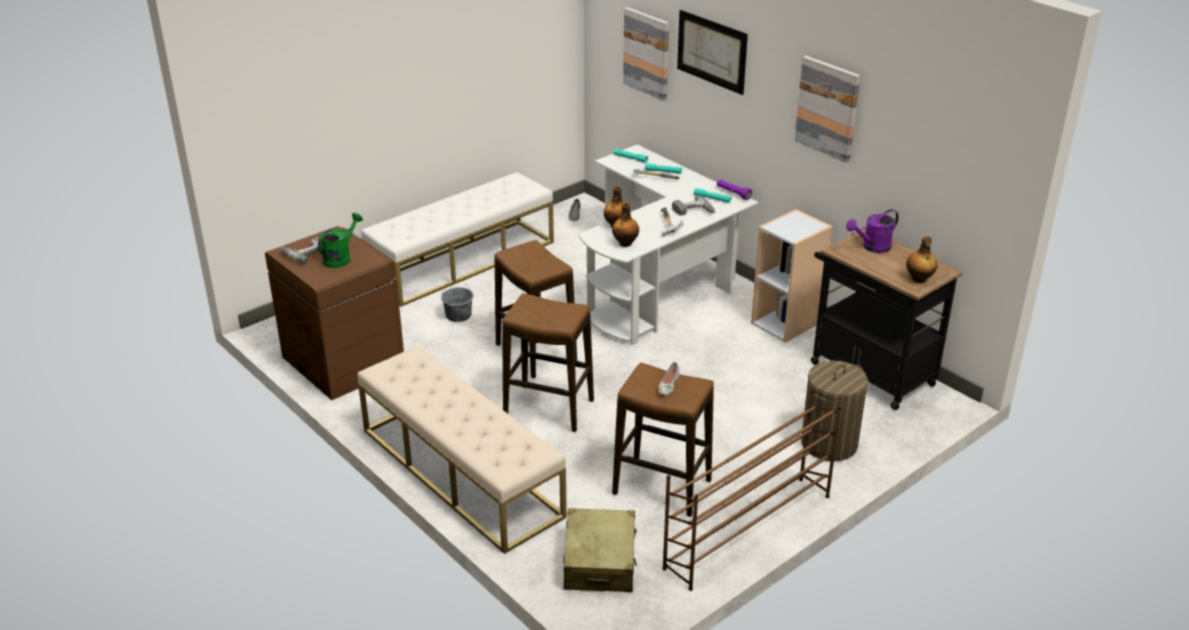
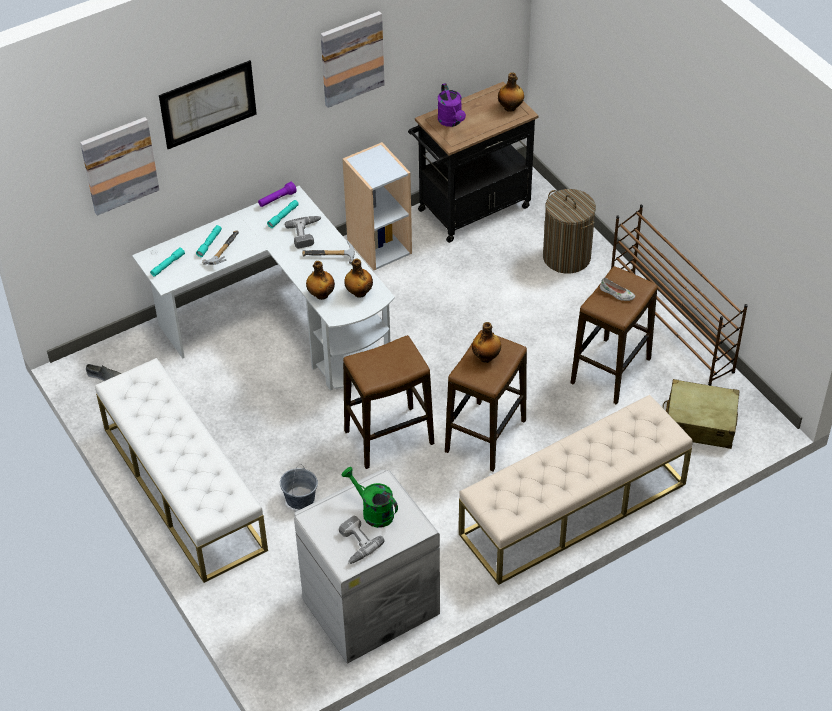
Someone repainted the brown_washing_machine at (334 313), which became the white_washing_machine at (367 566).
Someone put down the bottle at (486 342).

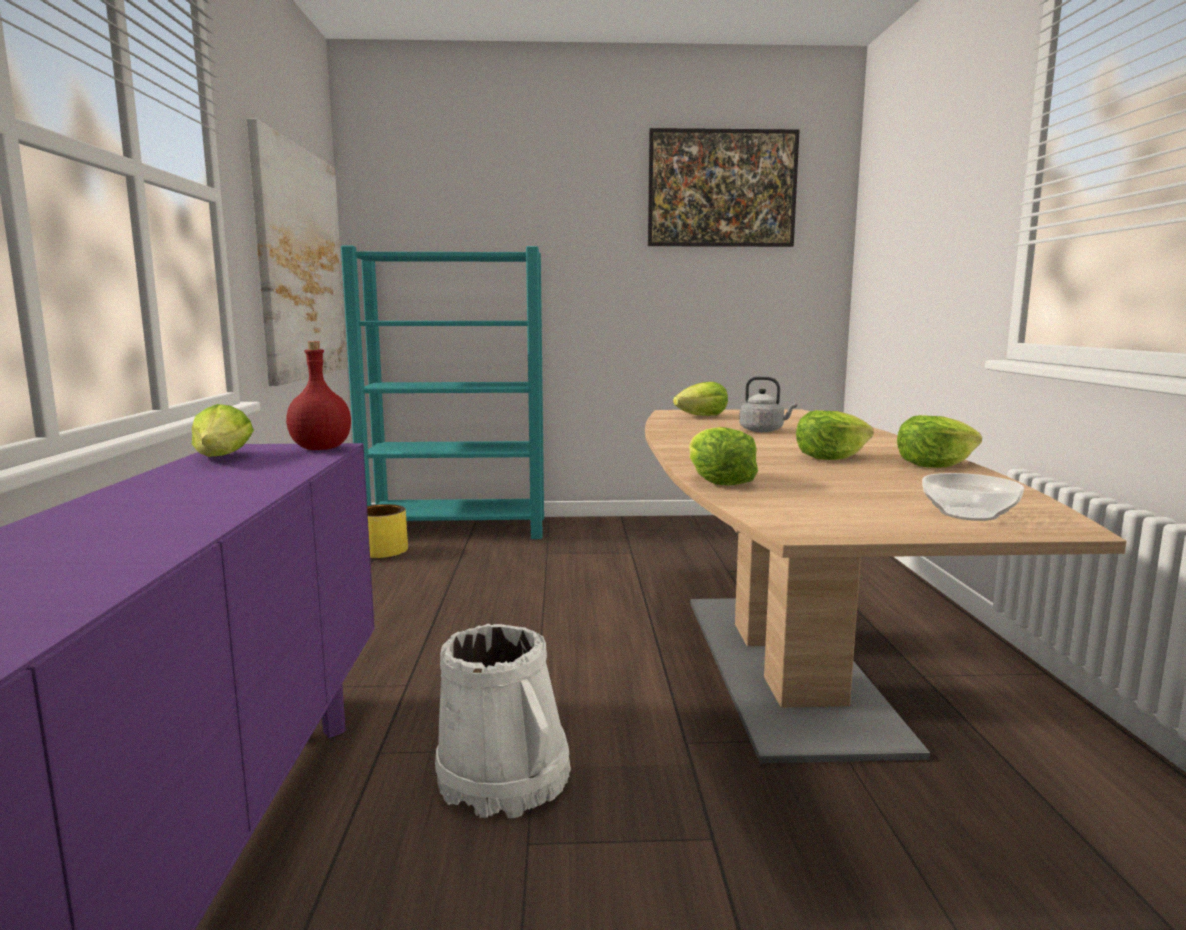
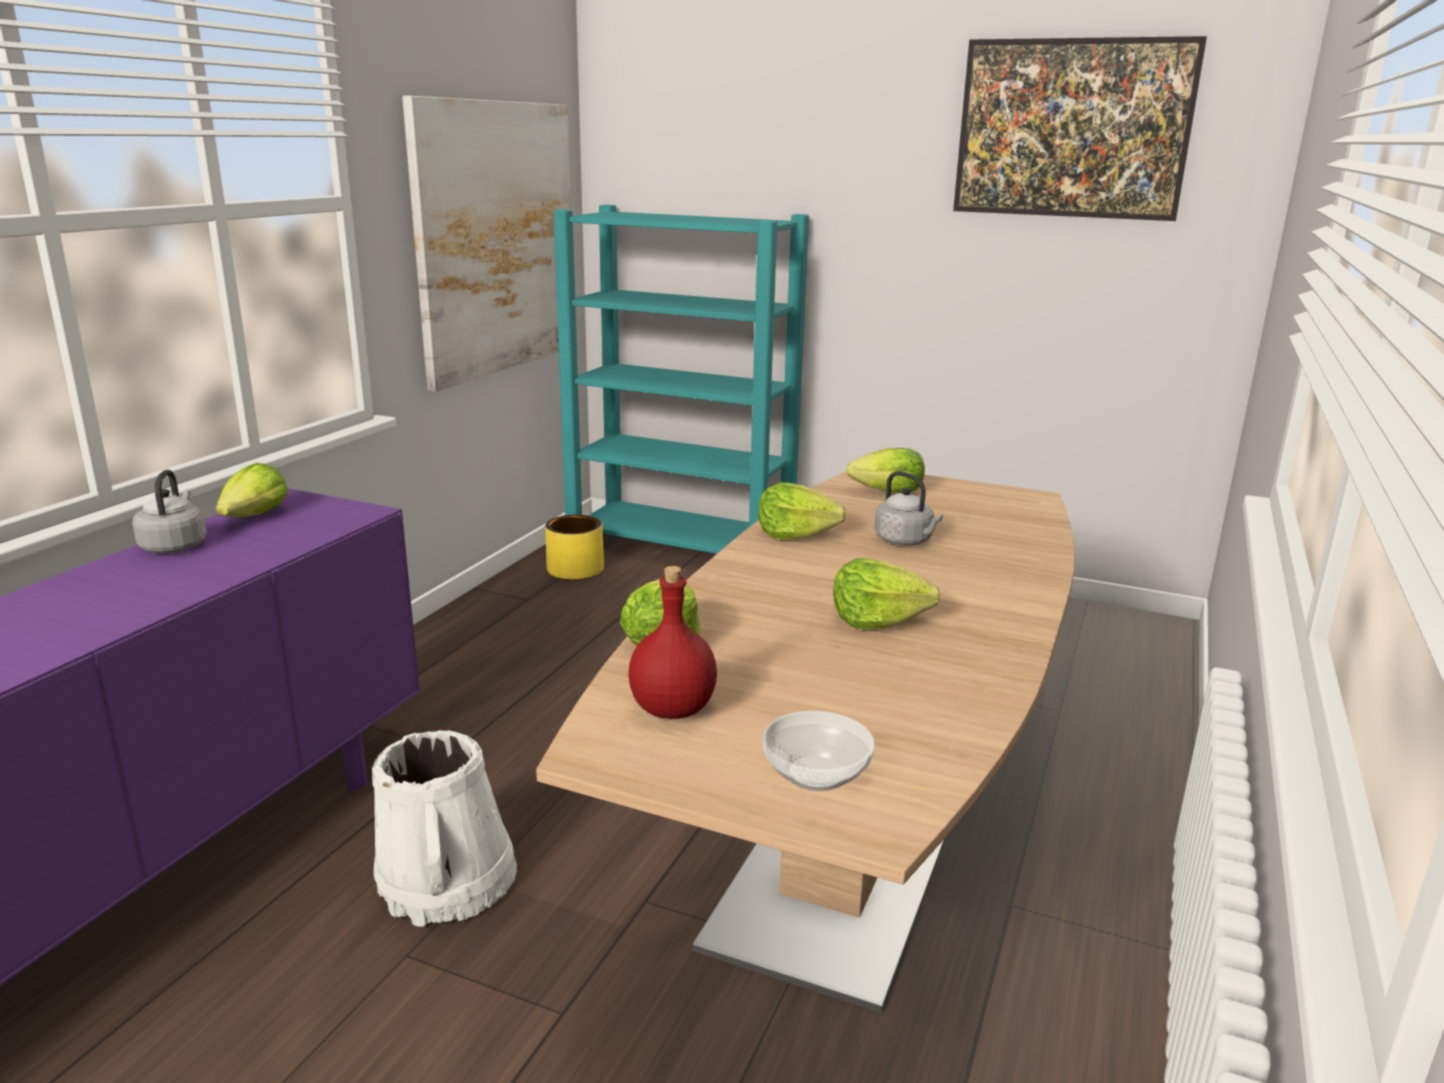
Someone put down the grey_kettle at (169 511).
Someone carried the red_bottle from (318 395) to (672 642).
Someone carried the lettuce from (939 441) to (802 510).

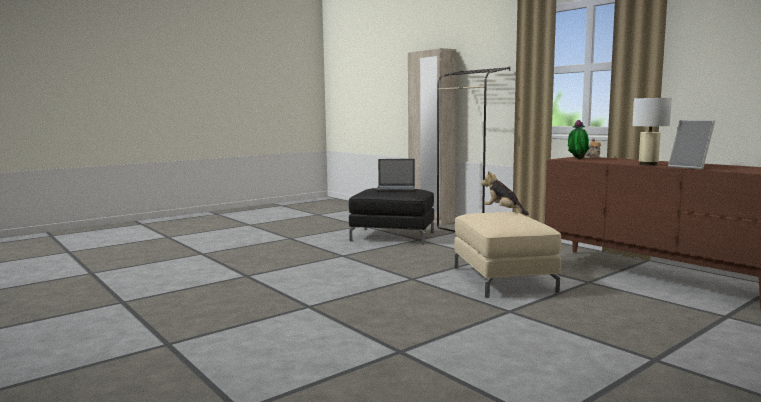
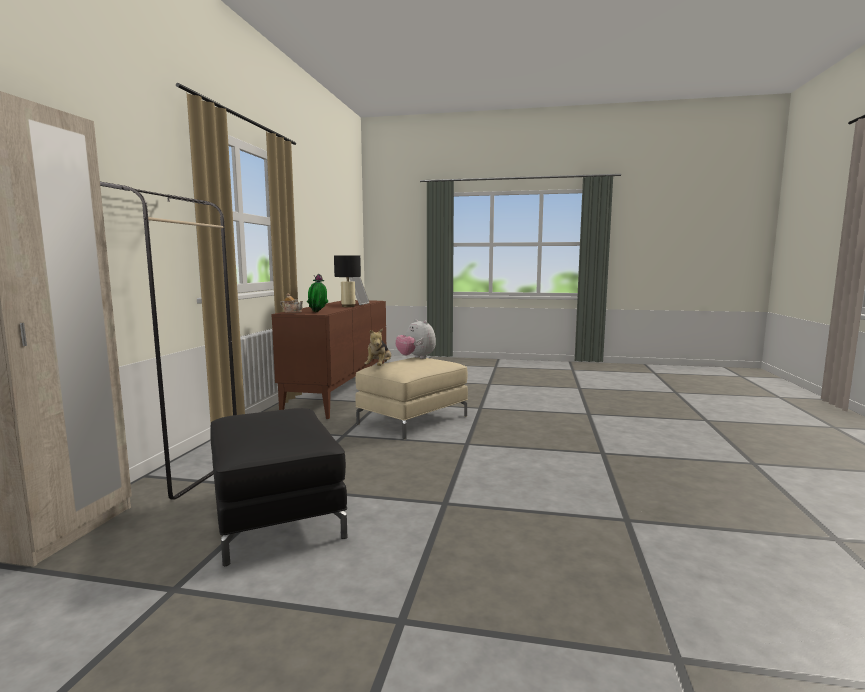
Someone repainted the white_table_lamp at (652 132), which became the black_table_lamp at (347 281).
Someone put down the plush_toy at (415 339).
Someone took away the laptop at (395 175).

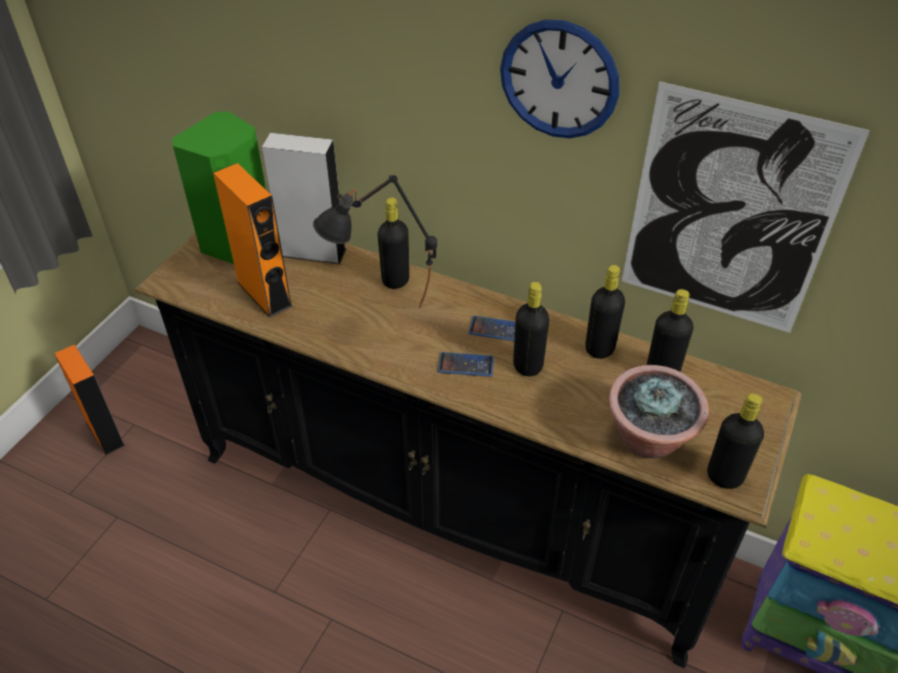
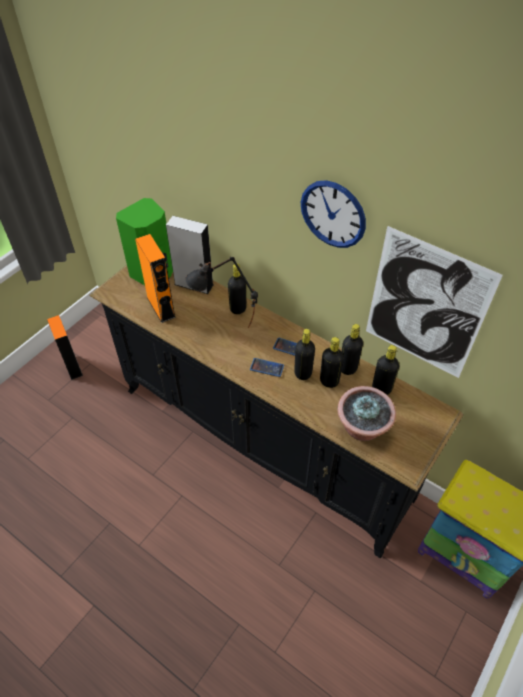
Someone carried the black_bottle from (735 441) to (332 362).

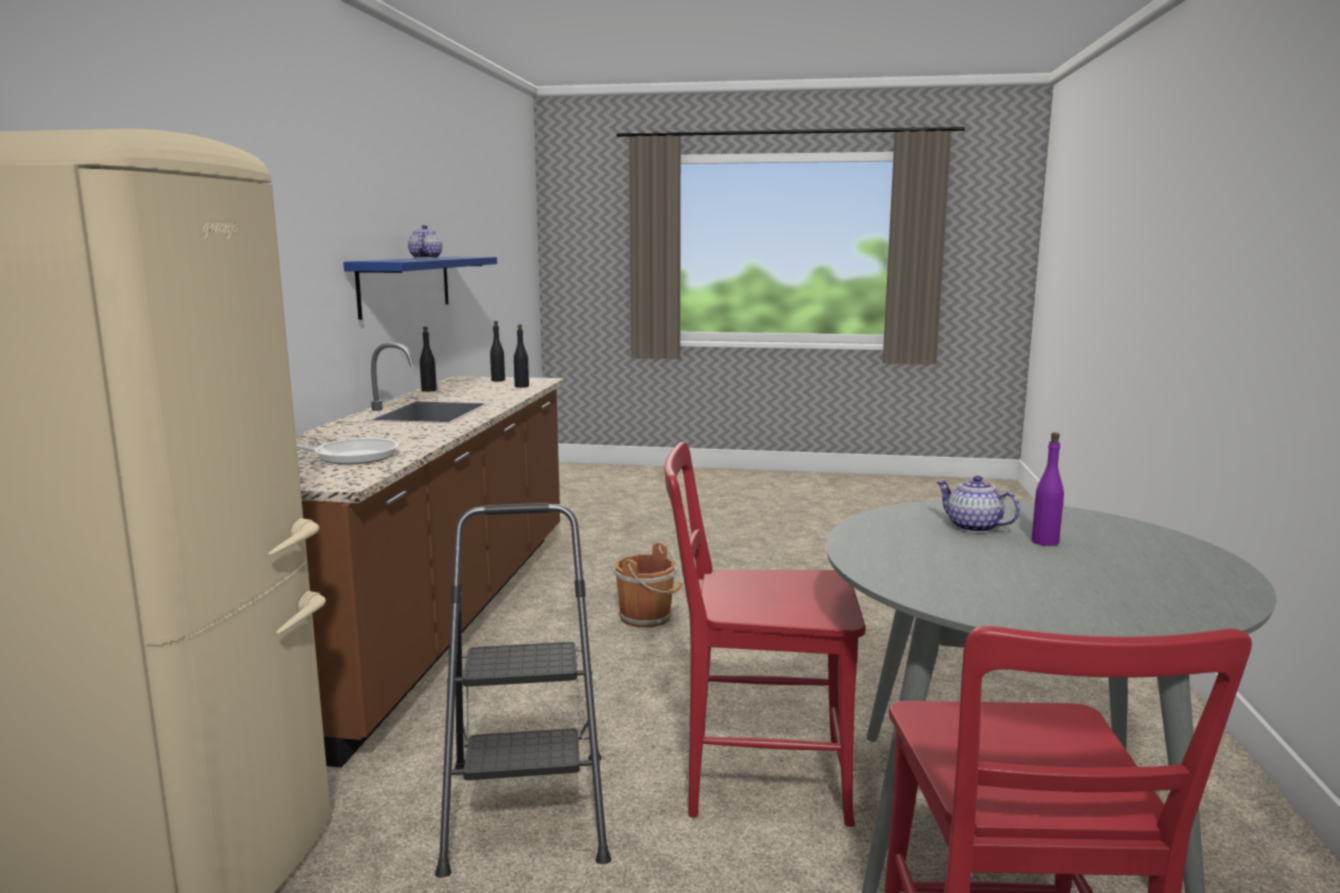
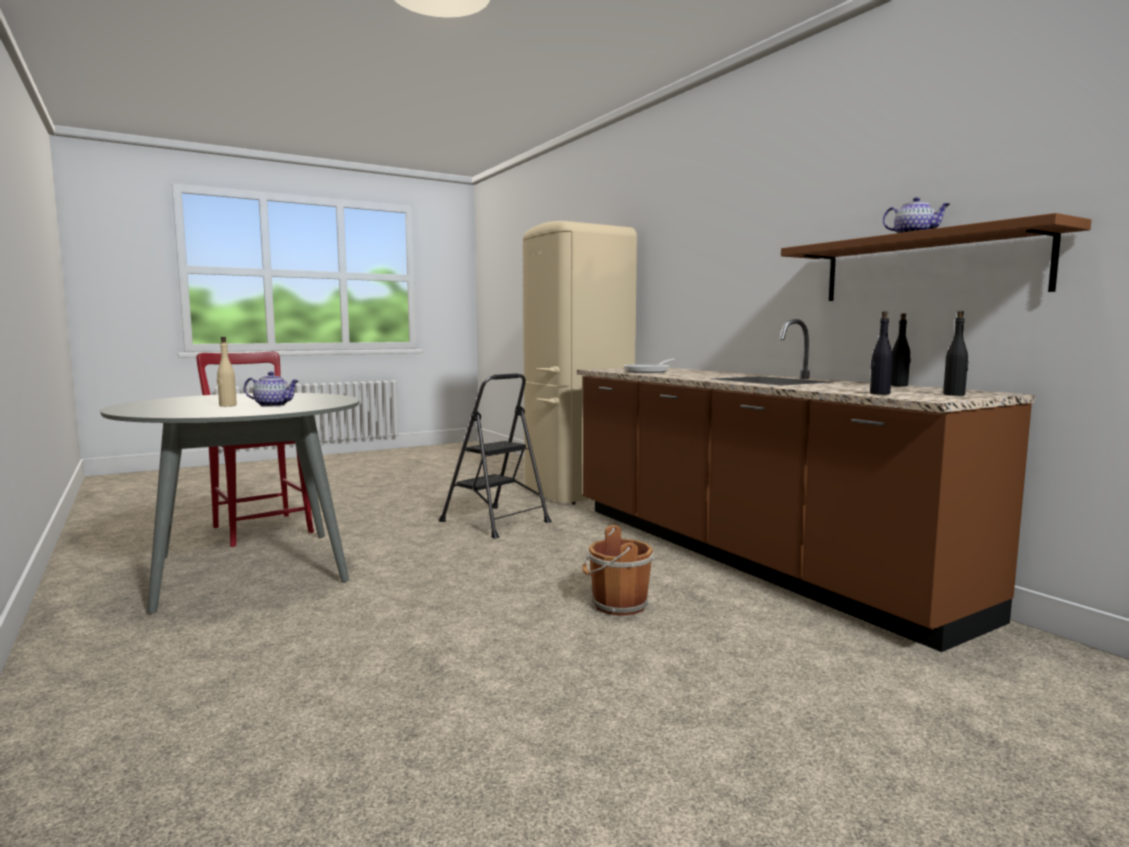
Someone repainted the purple_bottle at (1047 489), which became the beige_bottle at (227 372).
Someone repainted the blue_shelf at (420 288), which became the brown_shelf at (936 257).
Someone took away the red_chair at (764 634).

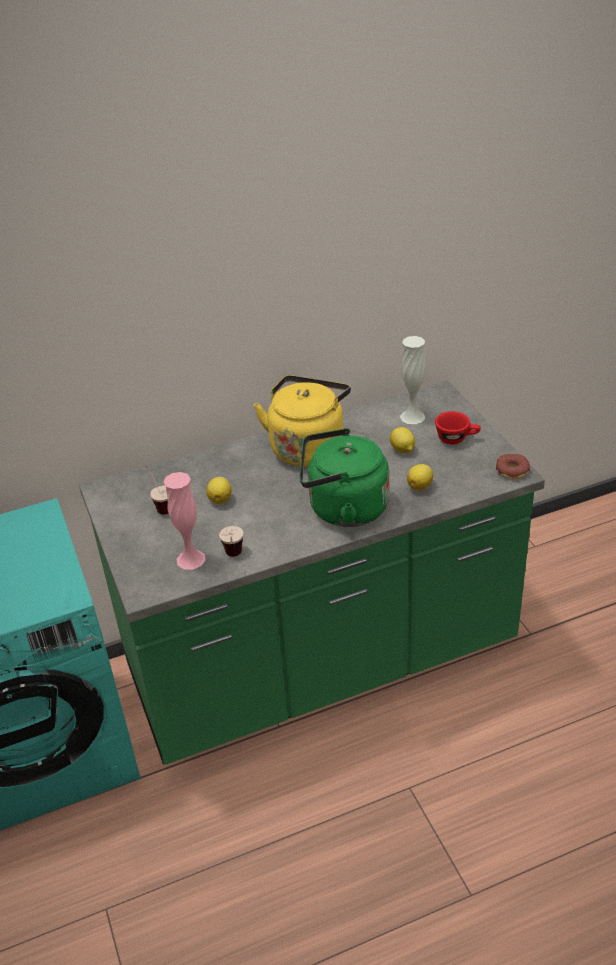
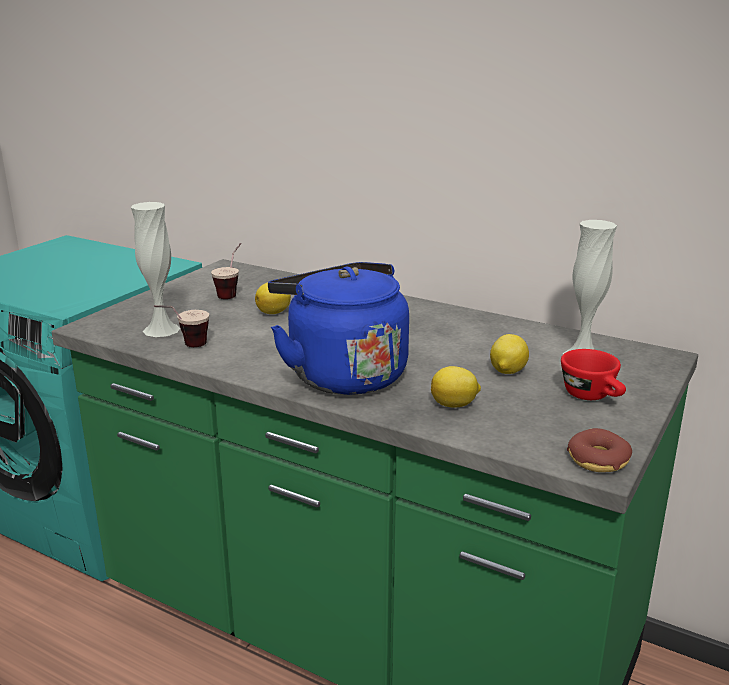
Someone repainted the pink_vase at (184 521), which became the white_vase at (155 269).
Someone repainted the green_kettle at (344 477), which became the blue_kettle at (338 328).
Someone took away the yellow_kettle at (302 421).

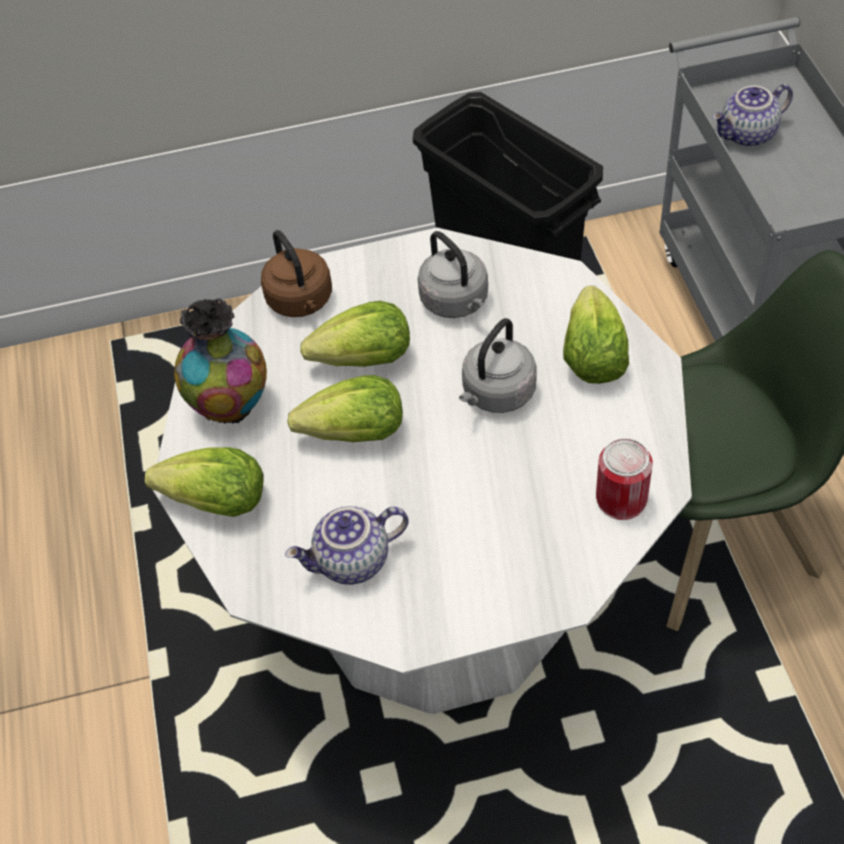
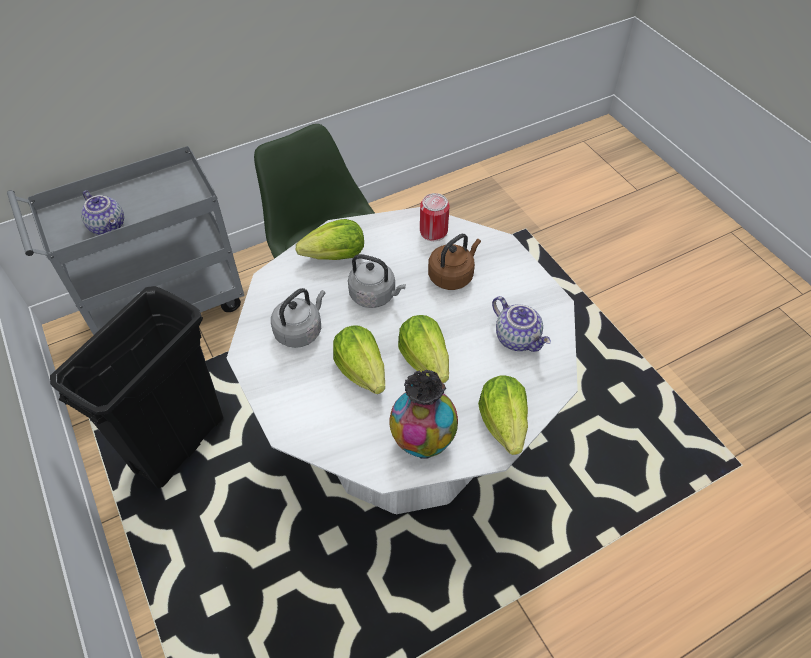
Someone carried the brown_kettle from (296 273) to (454 262).

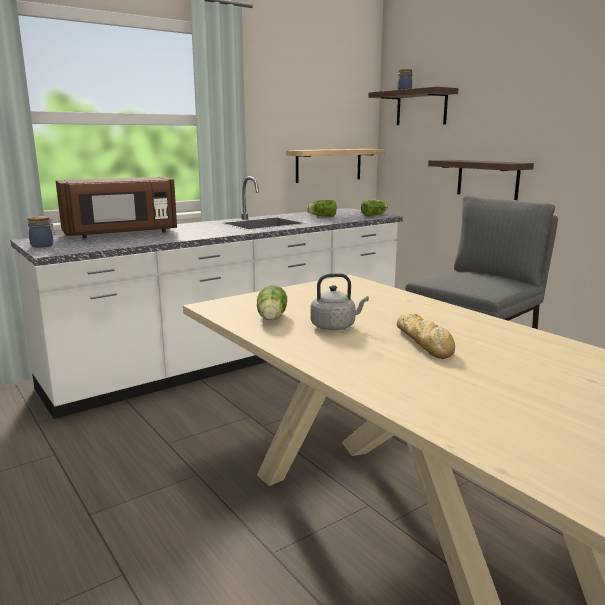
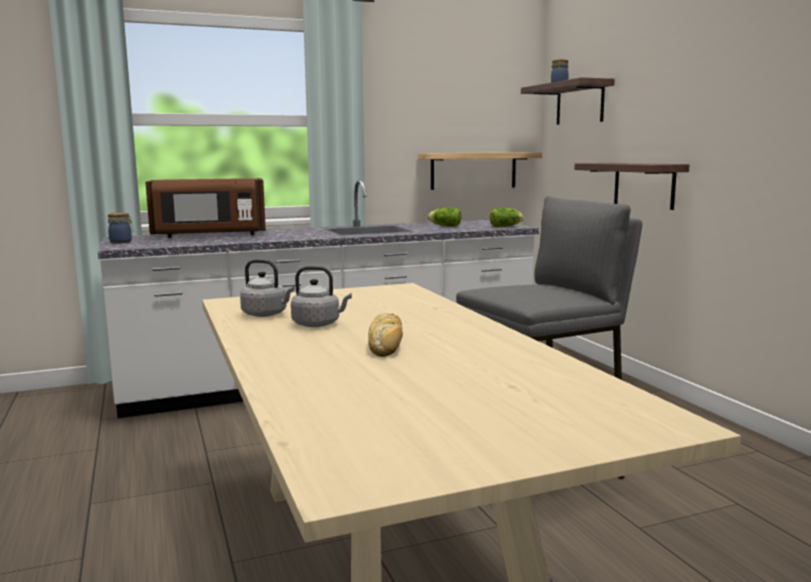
Someone swapped the lettuce at (272 303) for the grey_kettle at (267 288).

